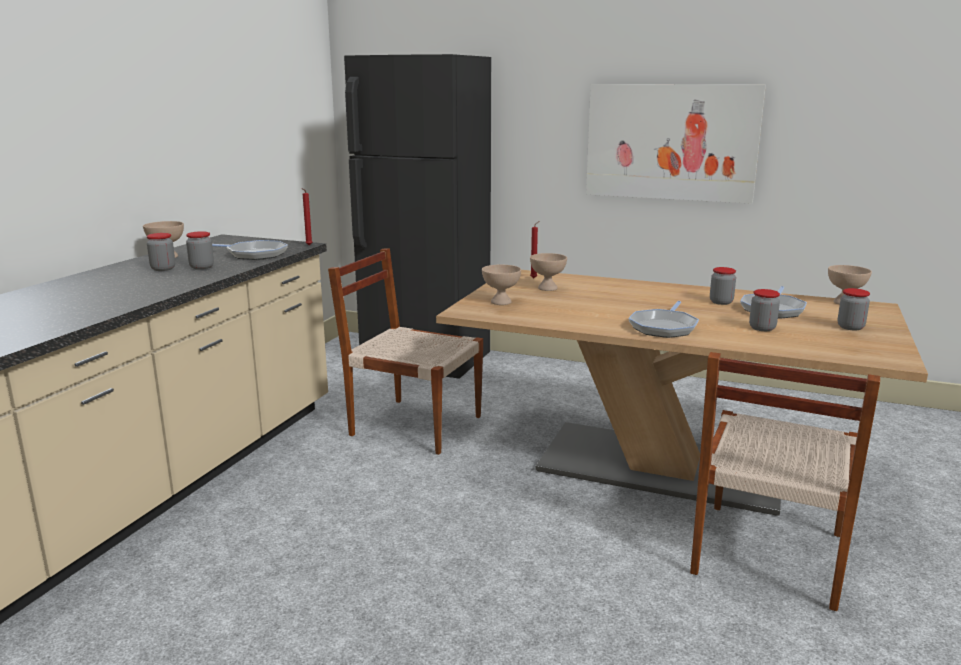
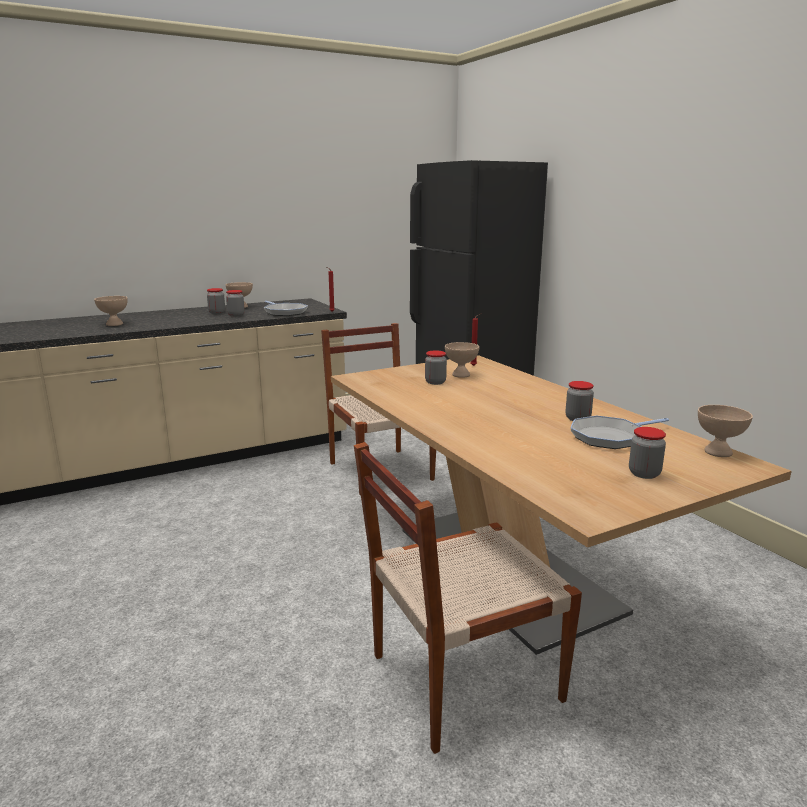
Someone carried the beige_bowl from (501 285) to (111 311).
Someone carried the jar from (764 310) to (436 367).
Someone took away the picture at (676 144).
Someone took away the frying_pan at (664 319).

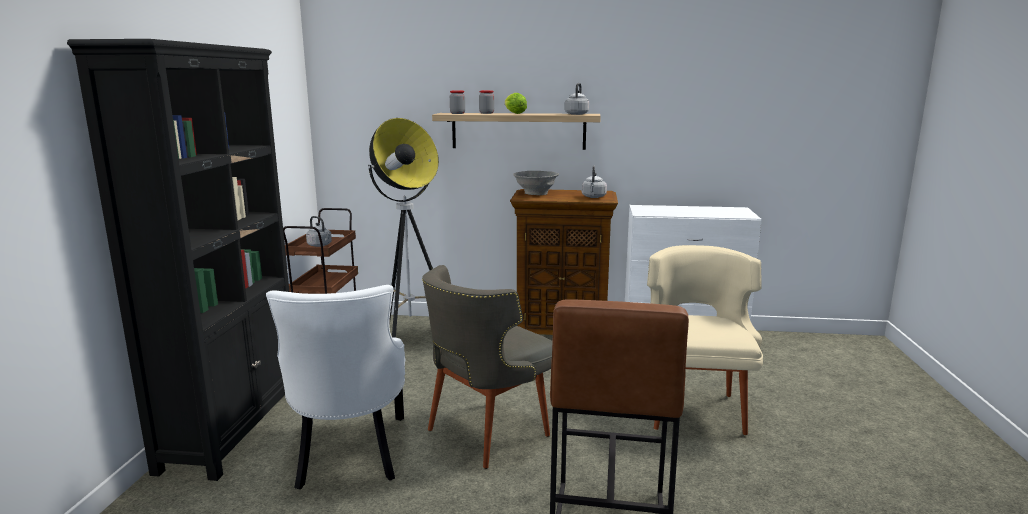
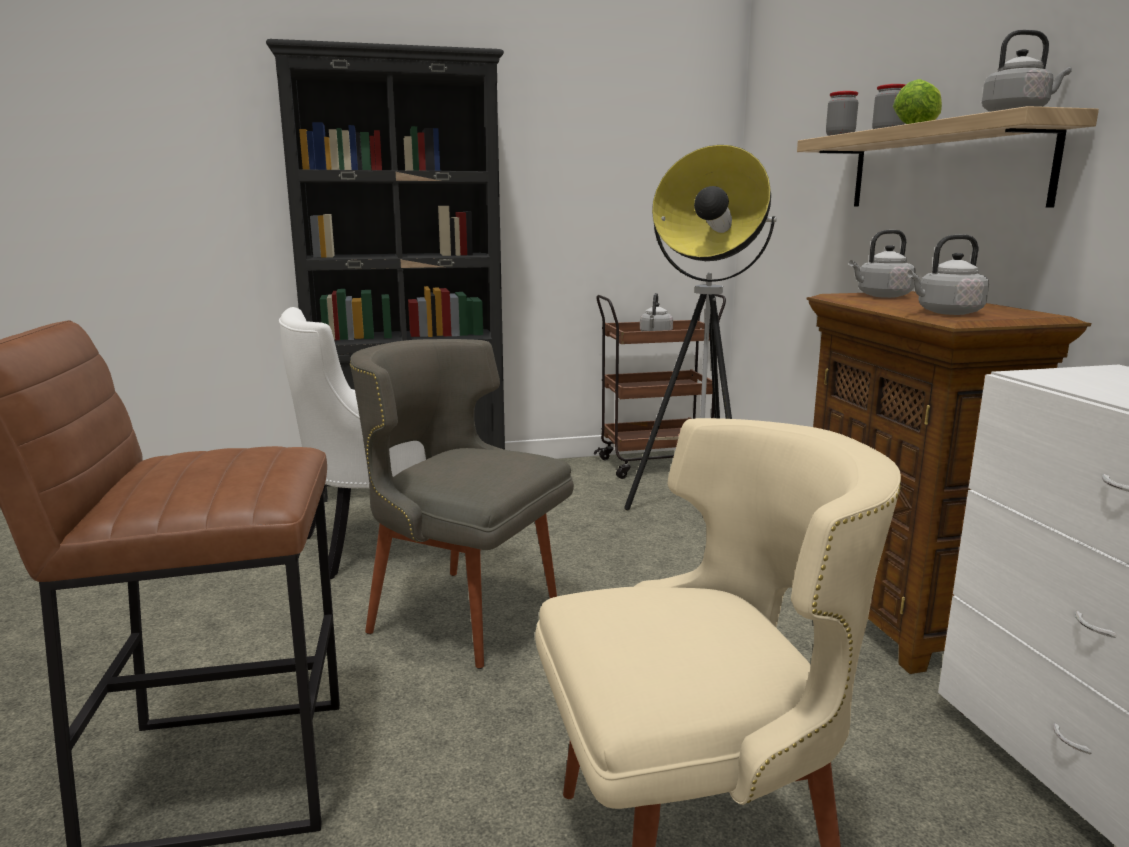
Someone swapped the grey_bowl at (536 183) for the grey_kettle at (882 264).

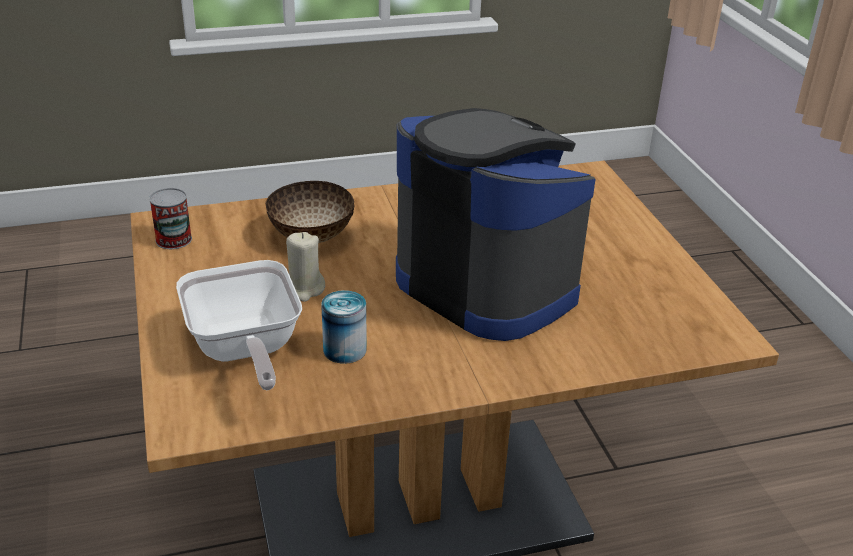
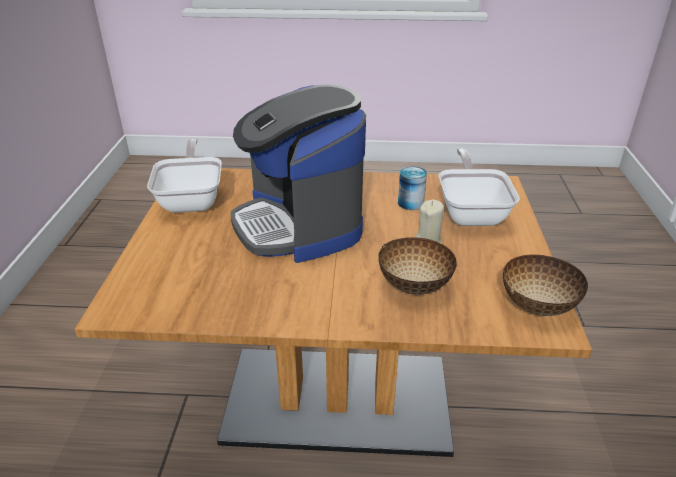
Someone put down the frying_pan at (184 175).
Someone swapped the can at (170 218) for the bowl at (545 285).

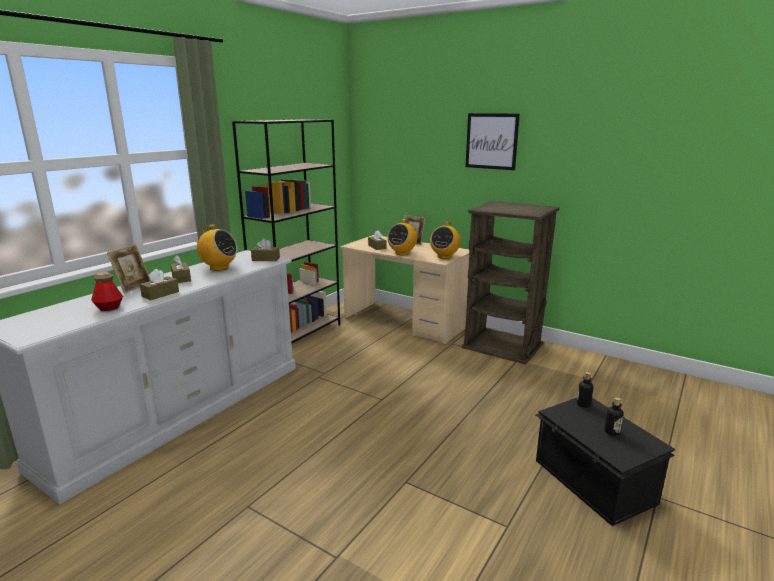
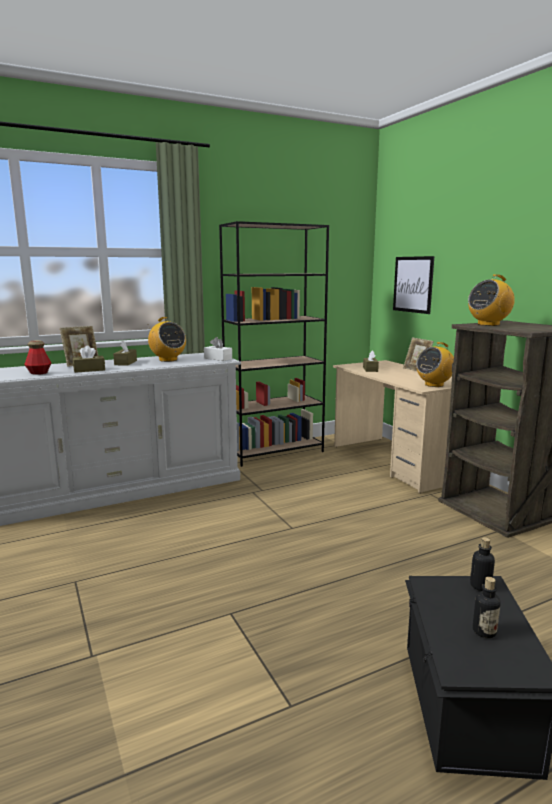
Someone repainted the brown_tissue_box at (265 249), which became the white_tissue_box at (218 349).
Someone carried the picture from (493 141) to (413 285).
Someone carried the radio from (402 237) to (491 300).

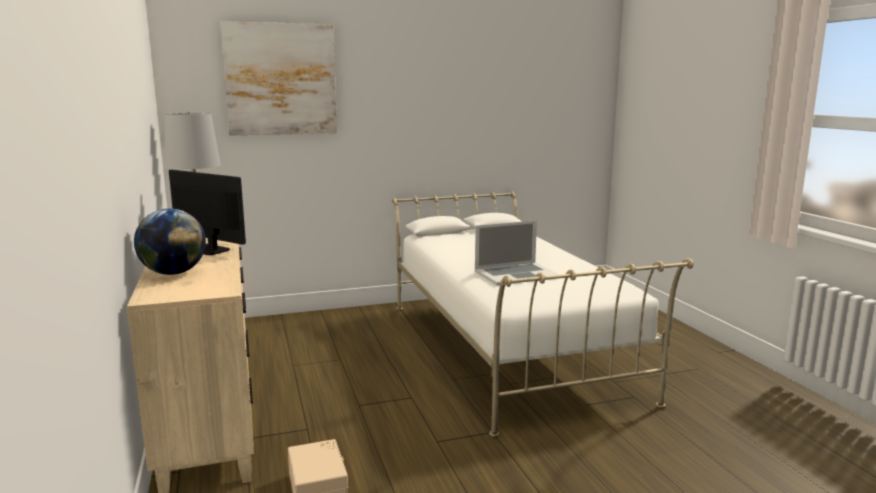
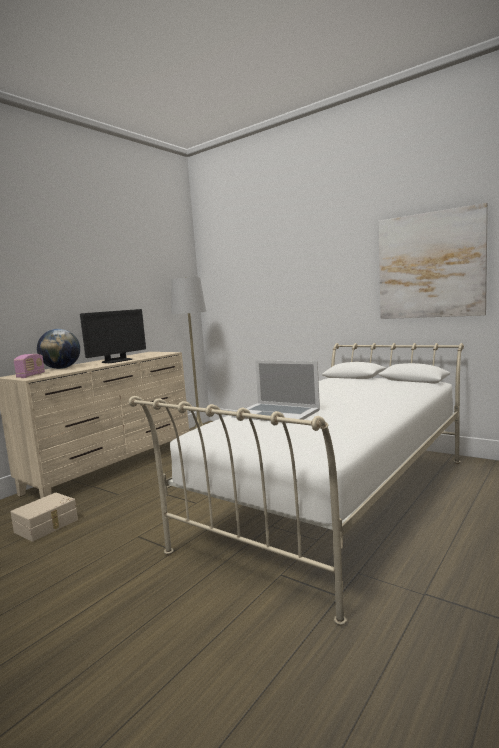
Someone put down the radio at (29 366).
Someone rotated the monitor at (207 212) by 45 degrees clockwise.
Someone carried the picture from (278 78) to (433 261).

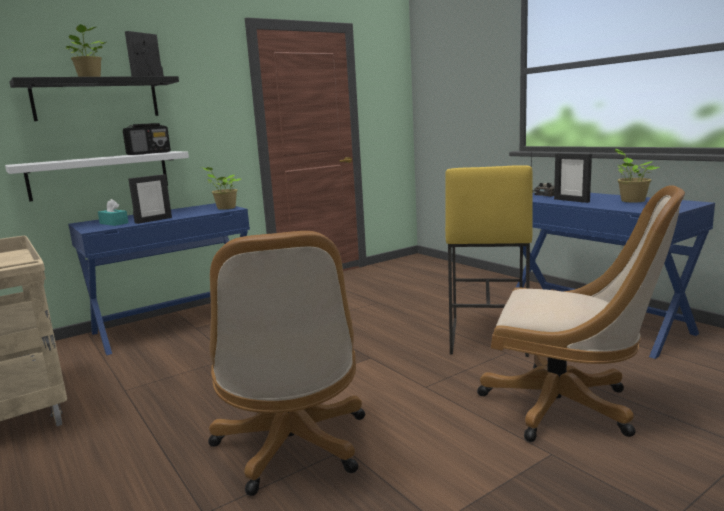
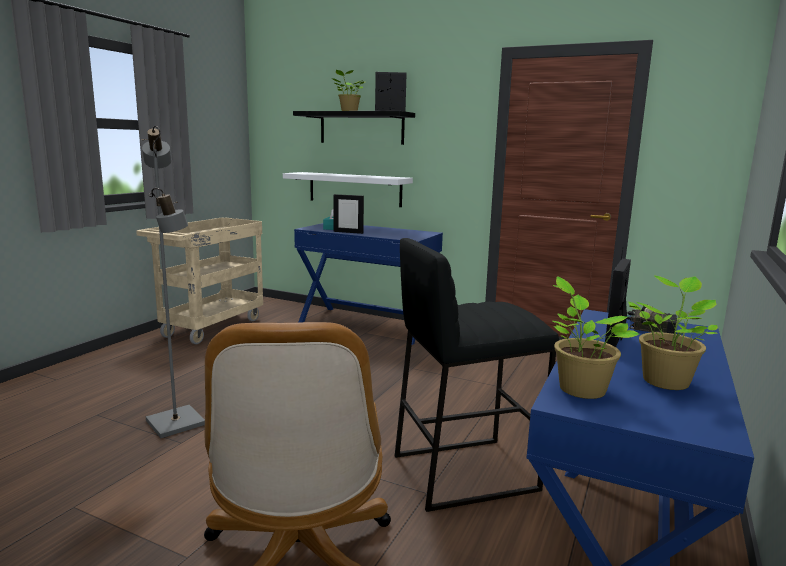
Someone swapped the office_chair at (286 363) for the grey_floor_lamp at (173 282).
Someone repainted the yellow_stool at (489 261), which became the black_stool at (477 375).
Someone carried the potted_plant from (221 188) to (596 337).
Someone took away the radio at (147 139).

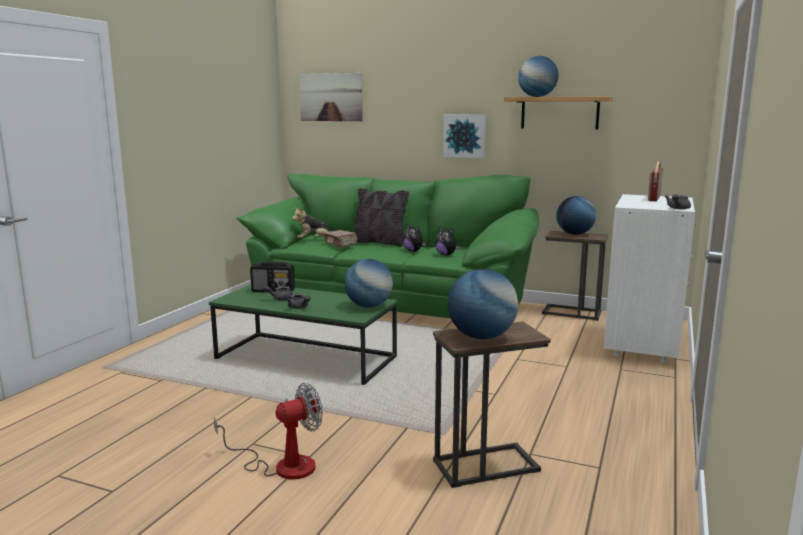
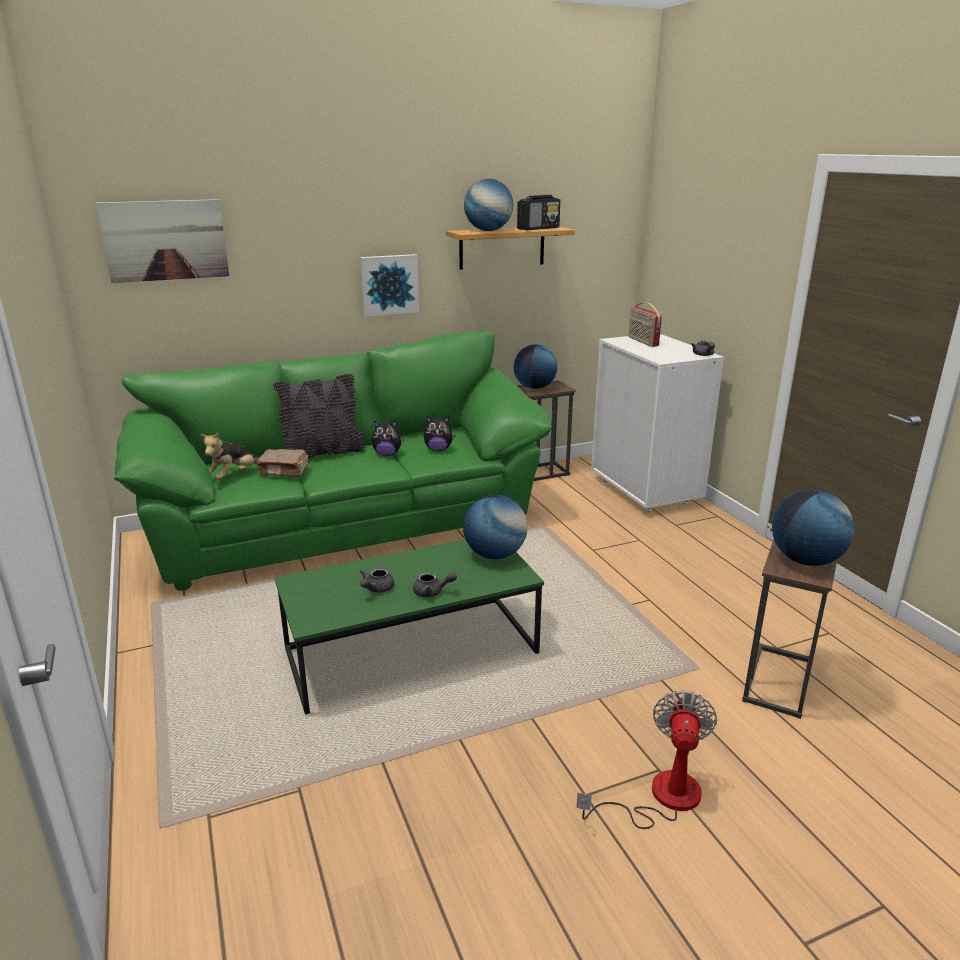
Someone carried the radio from (272 277) to (538 212).

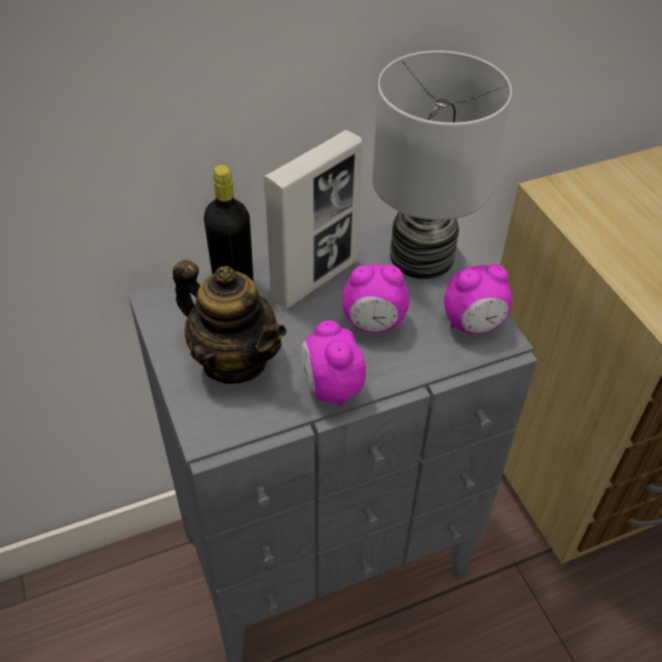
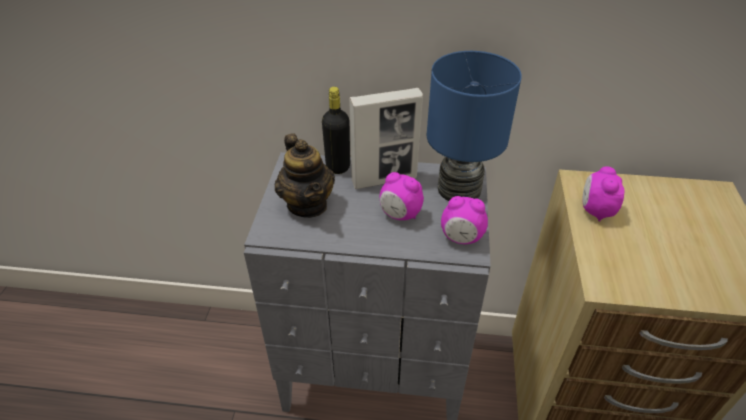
Someone repainted the grey_table_lamp at (442 165), which became the blue_table_lamp at (474 126).
Someone carried the alarm_clock from (333 363) to (604 194).

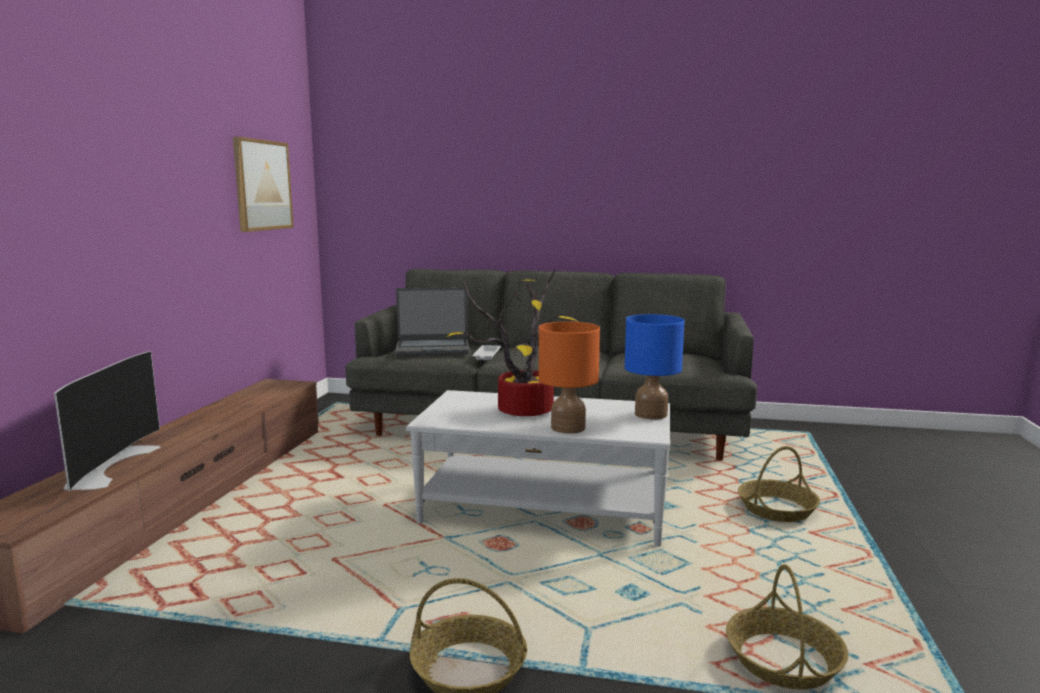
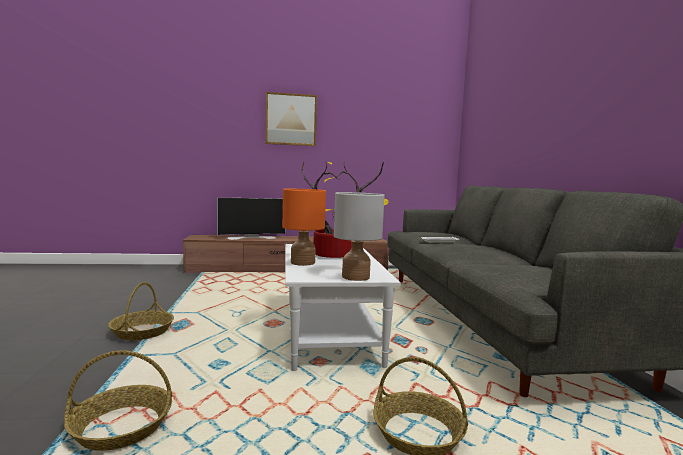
Someone carried the picture from (263 184) to (291 119).
Someone repainted the blue_table_lamp at (654 366), which became the grey_table_lamp at (359 236).
Someone took away the laptop at (432 321).

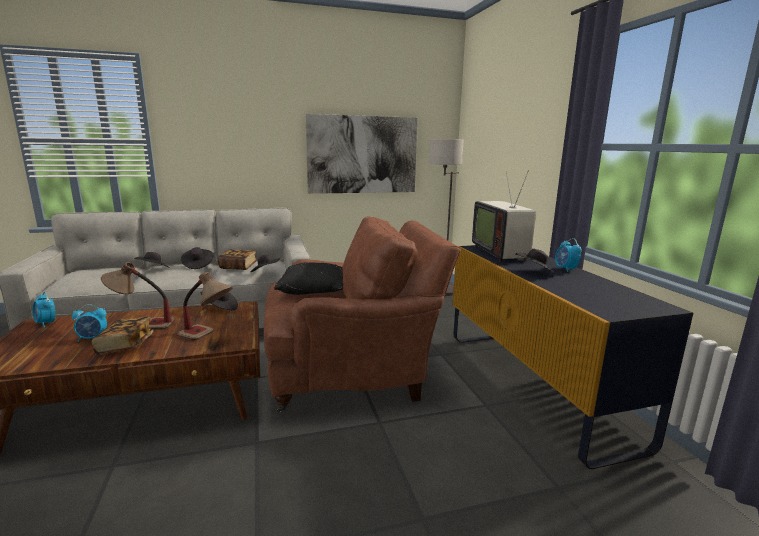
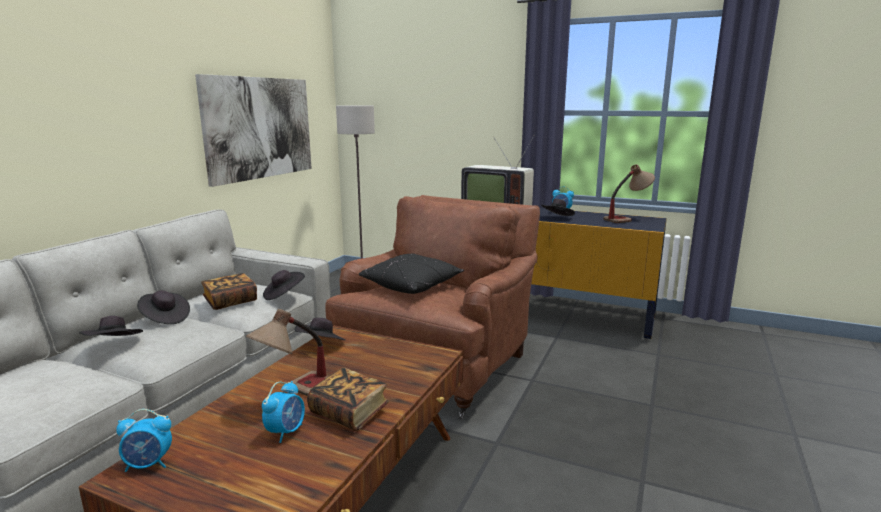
Someone carried the table_lamp from (204 306) to (629 193).

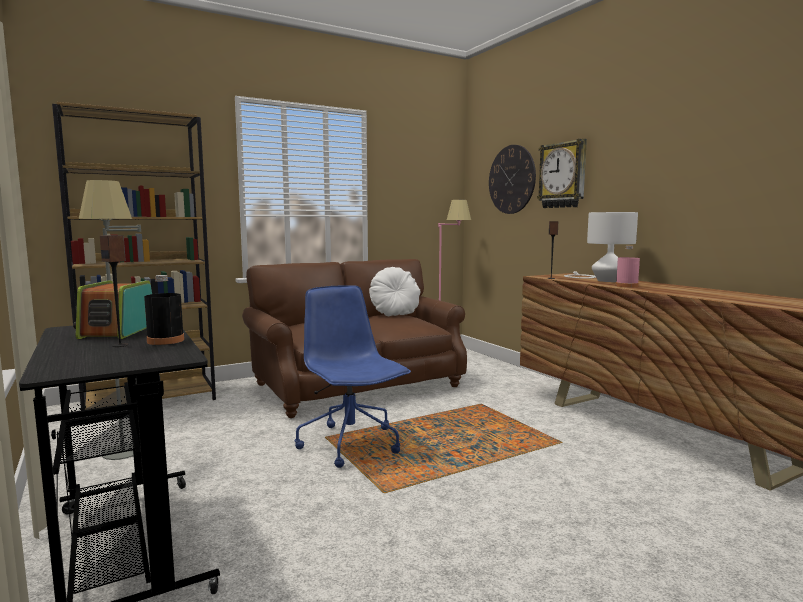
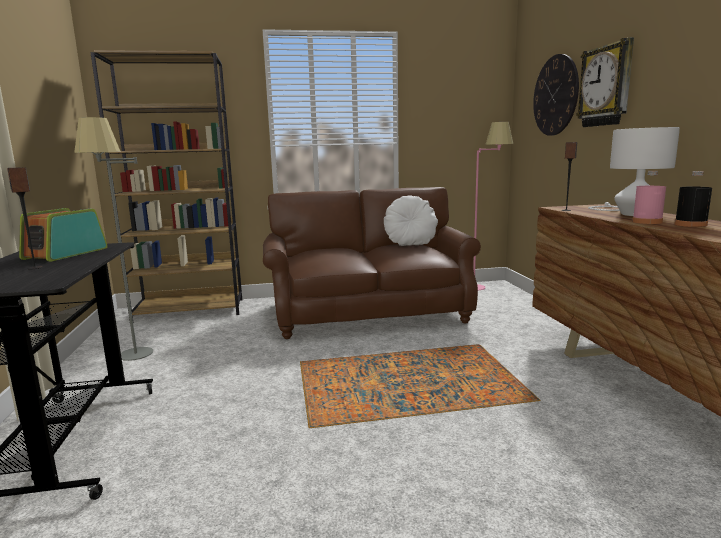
Someone carried the black_bottle from (164 310) to (693 199).
Someone took away the blue_office_chair at (353 376).

